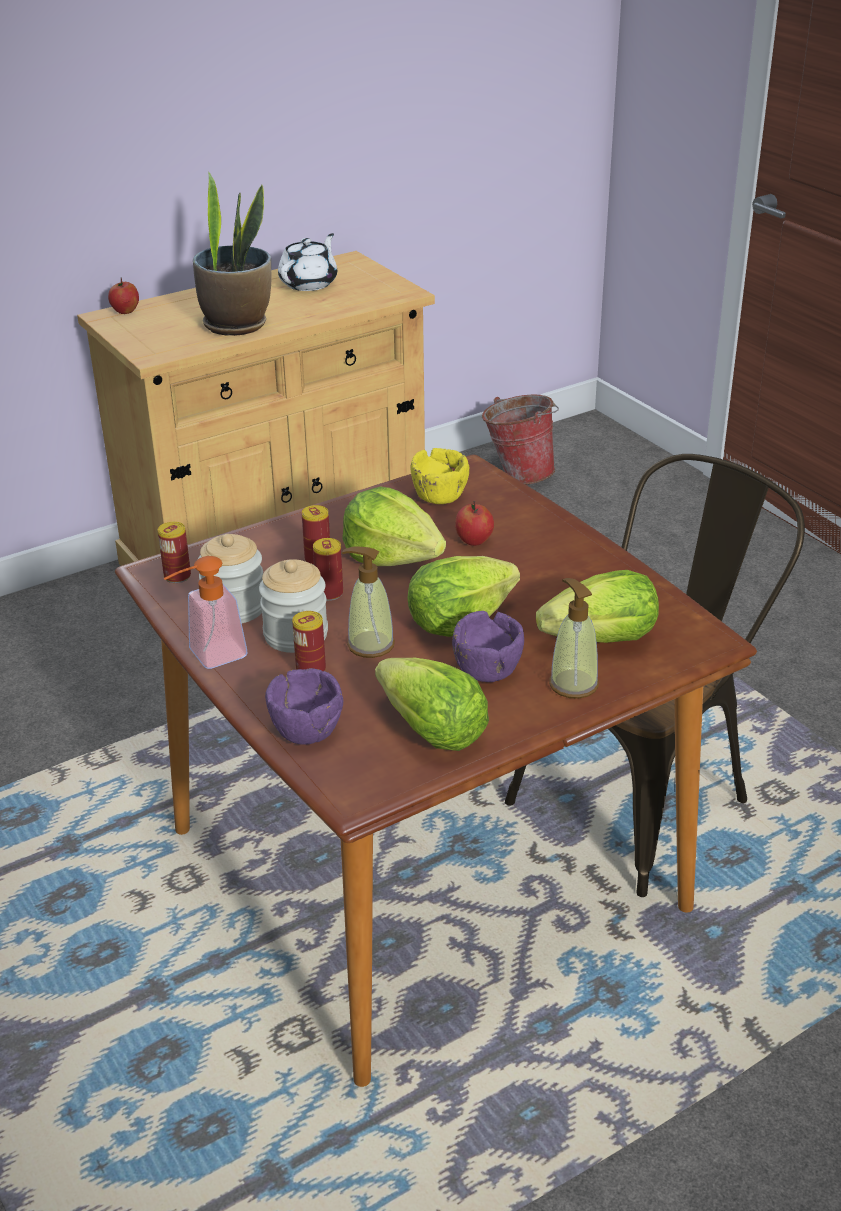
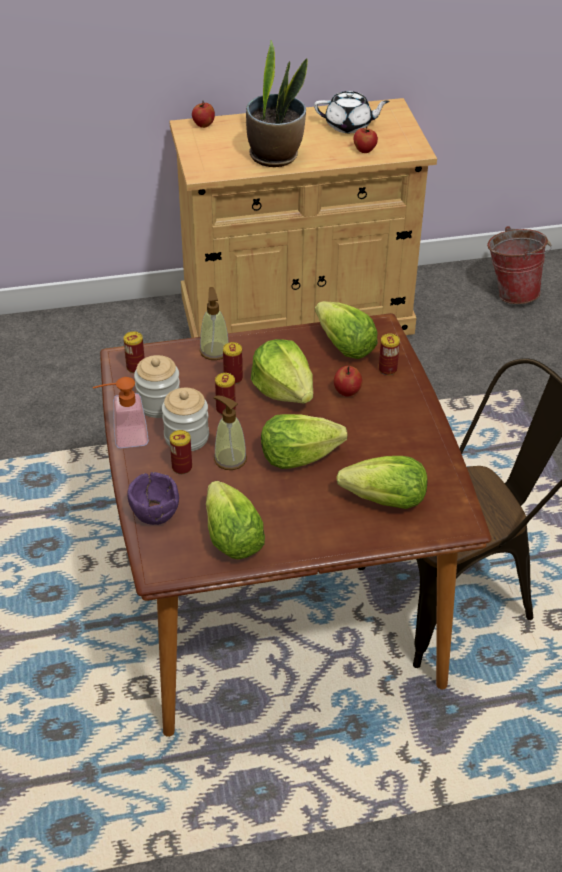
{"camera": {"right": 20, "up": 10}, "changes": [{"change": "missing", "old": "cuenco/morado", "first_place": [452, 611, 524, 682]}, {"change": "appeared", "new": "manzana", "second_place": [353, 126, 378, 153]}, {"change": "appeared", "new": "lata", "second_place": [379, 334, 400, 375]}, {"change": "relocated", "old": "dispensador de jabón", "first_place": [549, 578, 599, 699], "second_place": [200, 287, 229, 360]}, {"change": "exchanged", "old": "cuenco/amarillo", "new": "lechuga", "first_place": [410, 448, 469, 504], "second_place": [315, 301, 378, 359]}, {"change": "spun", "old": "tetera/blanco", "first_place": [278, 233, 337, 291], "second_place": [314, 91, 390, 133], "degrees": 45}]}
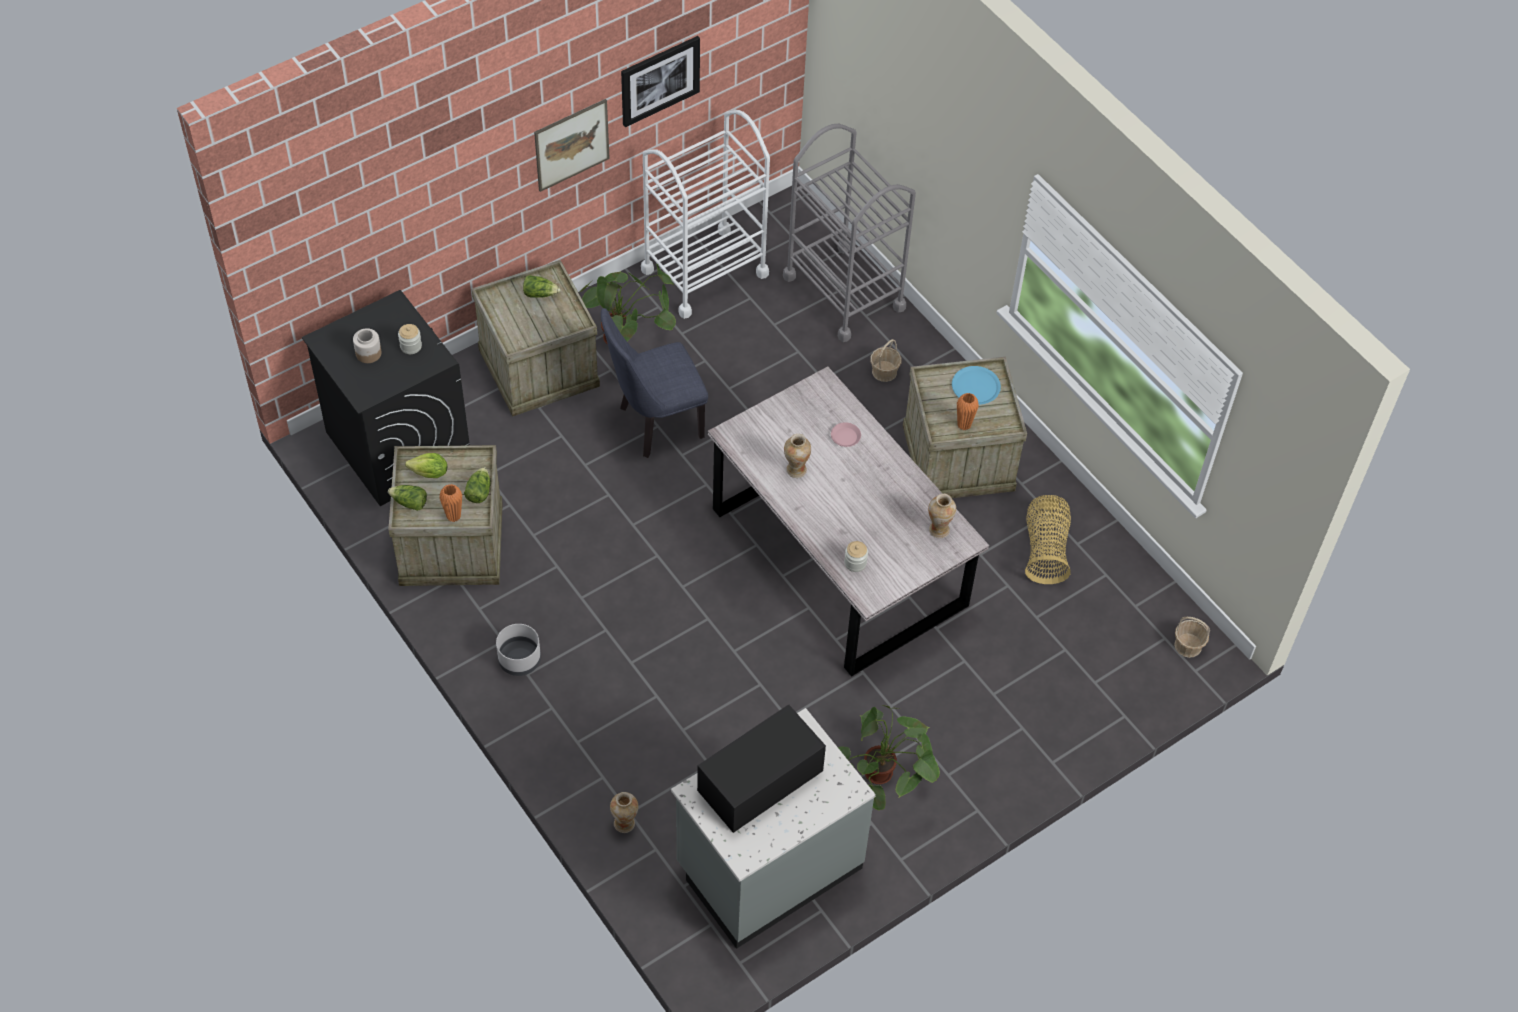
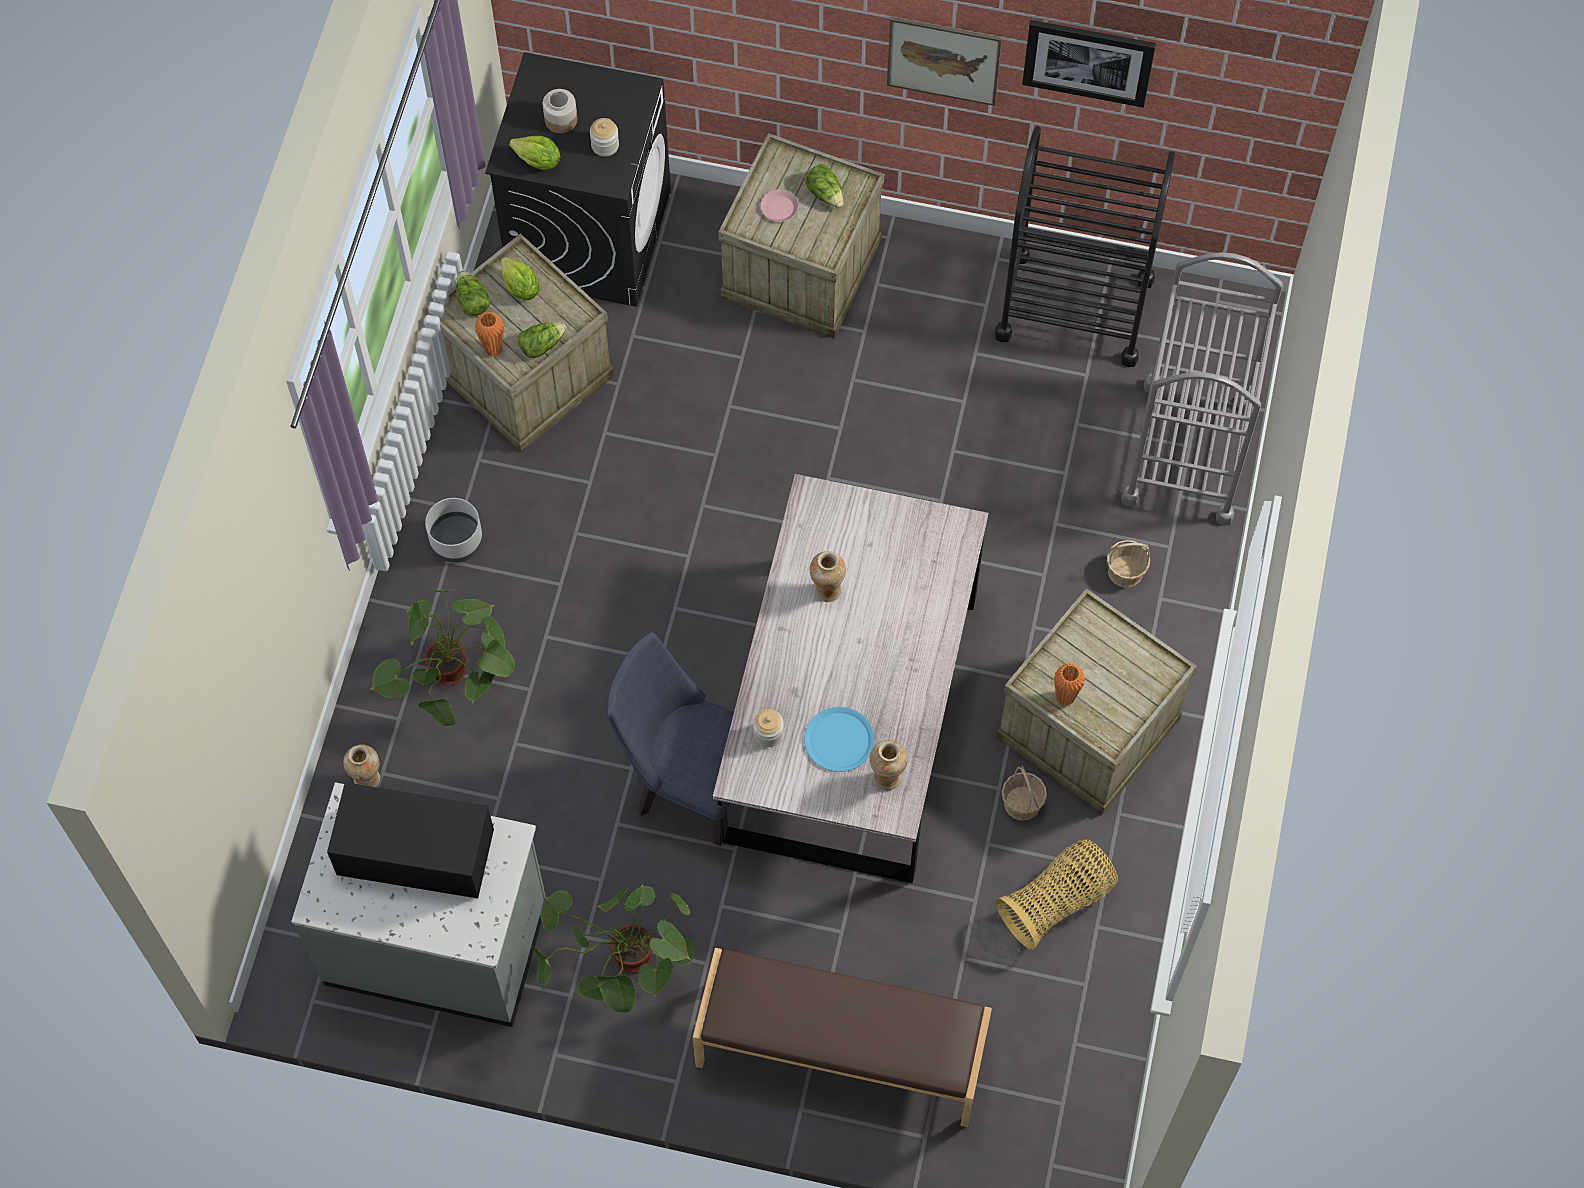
{"camera": {"right": 50, "up": 10}, "changes": [{"change": "appeared", "new": "lechuga", "second_place": [509, 136, 561, 170]}, {"change": "appeared", "new": "banco/marrón", "second_place": [693, 948, 992, 1127]}, {"change": "relocated", "old": "planta en maceta", "first_place": [579, 264, 676, 345], "second_place": [370, 589, 515, 727]}, {"change": "relocated", "old": "silla/azul", "first_place": [601, 308, 708, 458], "second_place": [606, 632, 734, 846]}, {"change": "relocated", "old": "plato/rosa", "first_place": [831, 422, 861, 447], "second_place": [760, 189, 799, 222]}, {"change": "relocated", "old": "plato/azul", "first_place": [952, 366, 1001, 405], "second_place": [804, 707, 874, 772]}, {"change": "relocated", "old": "cesta", "first_place": [1174, 617, 1210, 658], "second_place": [1002, 766, 1047, 821]}, {"change": "colour", "old": "carrito/blanco", "new": "carrito/negro", "first_place": [641, 110, 770, 319], "second_place": [995, 126, 1175, 367]}]}
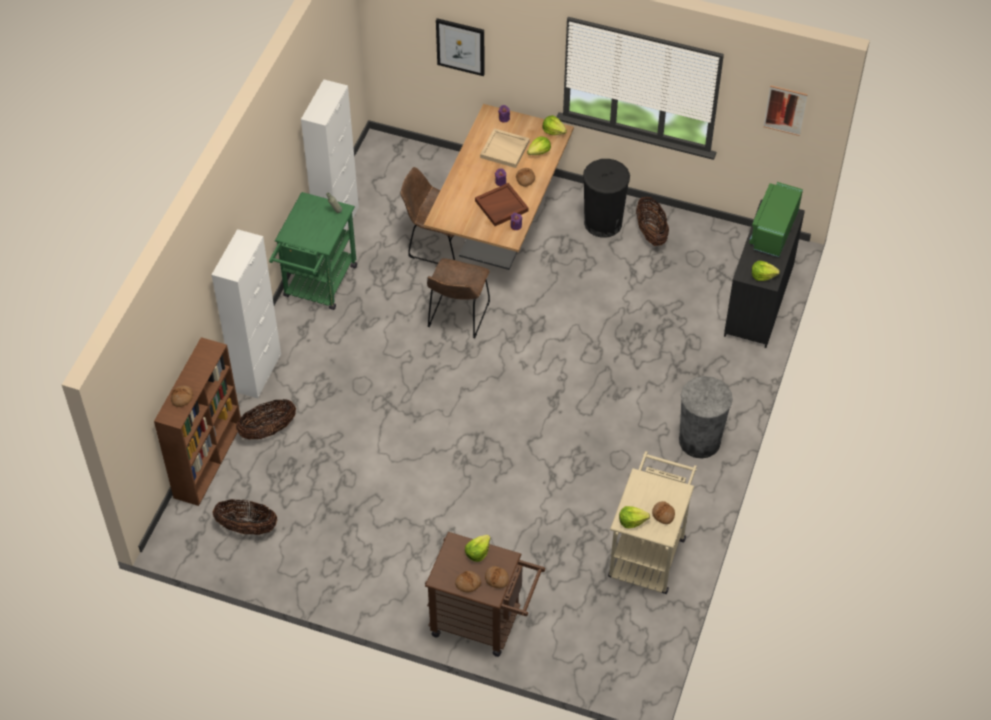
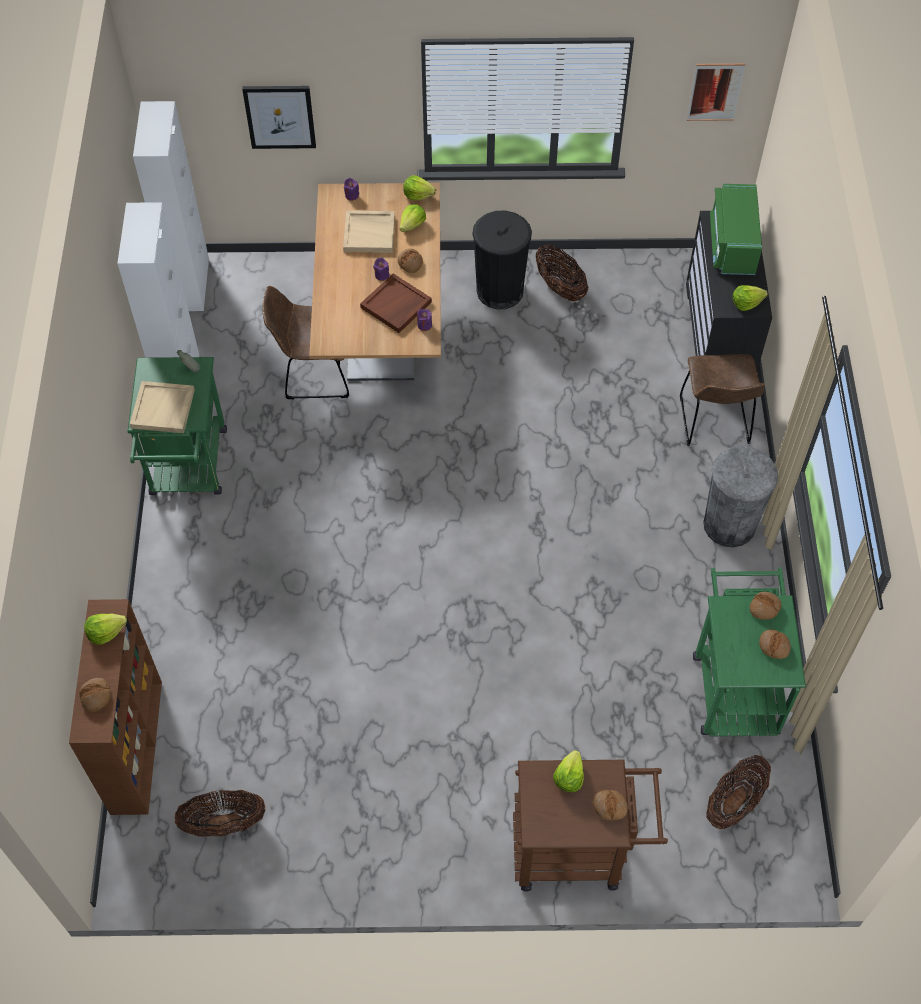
{"camera": {"right": -20, "up": 5}, "changes": [{"change": "appeared", "new": "bandeja/beis", "second_place": [130, 381, 195, 433]}, {"change": "relocated", "old": "armario/blanco", "first_place": [212, 229, 281, 398], "second_place": [133, 101, 209, 311]}, {"change": "relocated", "old": "cesta", "first_place": [236, 399, 296, 440], "second_place": [706, 755, 771, 829]}, {"change": "relocated", "old": "silla/marrón", "first_place": [427, 258, 490, 338], "second_place": [680, 354, 765, 446]}, {"change": "relocated", "old": "pan", "first_place": [455, 571, 481, 593], "second_place": [749, 592, 781, 620]}, {"change": "relocated", "old": "lechuga", "first_place": [619, 506, 650, 528], "second_place": [84, 614, 127, 645]}, {"change": "colour", "old": "carrito/beis", "new": "carrito/verde", "first_place": [608, 451, 697, 594], "second_place": [693, 567, 806, 737]}]}
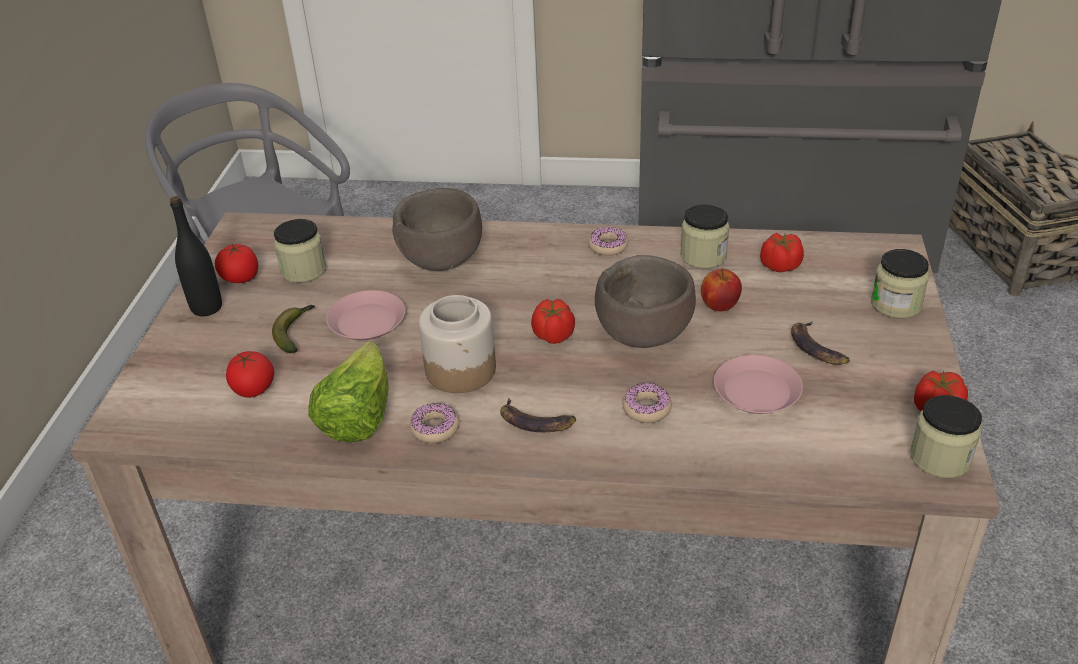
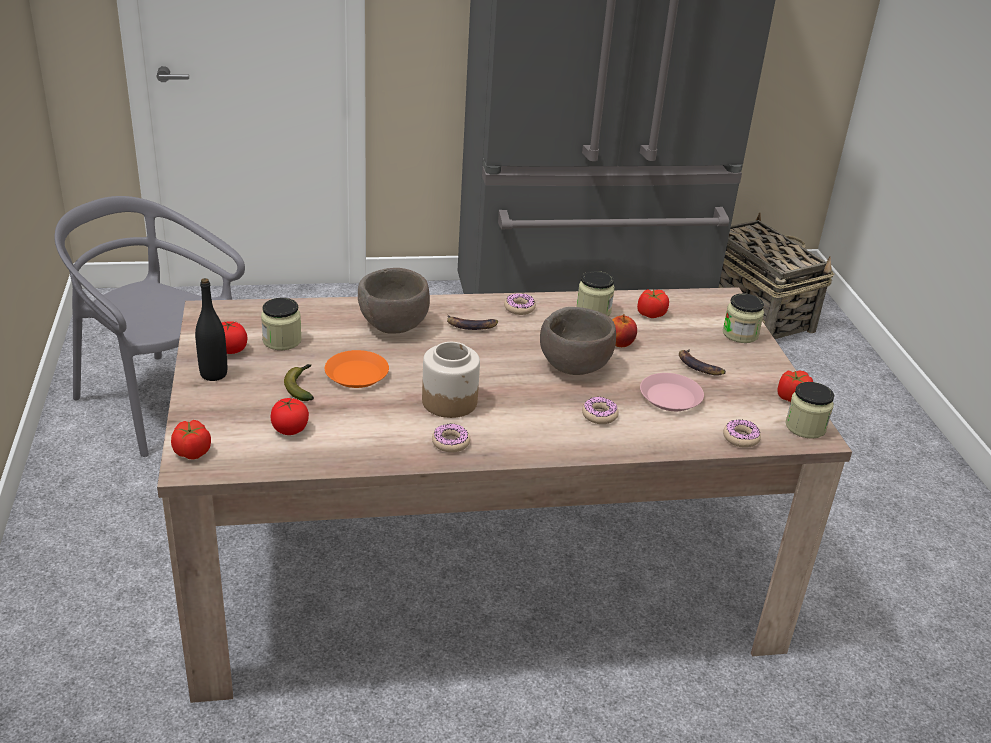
{"camera": {"right": -20, "up": -5}, "changes": [{"change": "missing", "old": "lechuga", "first_place": [308, 341, 389, 442]}, {"change": "appeared", "new": "rosquilla", "second_place": [723, 419, 761, 448]}, {"change": "relocated", "old": "plátano", "first_place": [500, 397, 576, 432], "second_place": [447, 315, 498, 330]}, {"change": "relocated", "old": "tomate", "first_place": [531, 299, 575, 344], "second_place": [171, 420, 211, 460]}, {"change": "colour", "old": "plato/rosa", "new": "plato/naranja", "first_place": [326, 290, 405, 340], "second_place": [325, 350, 389, 388]}]}
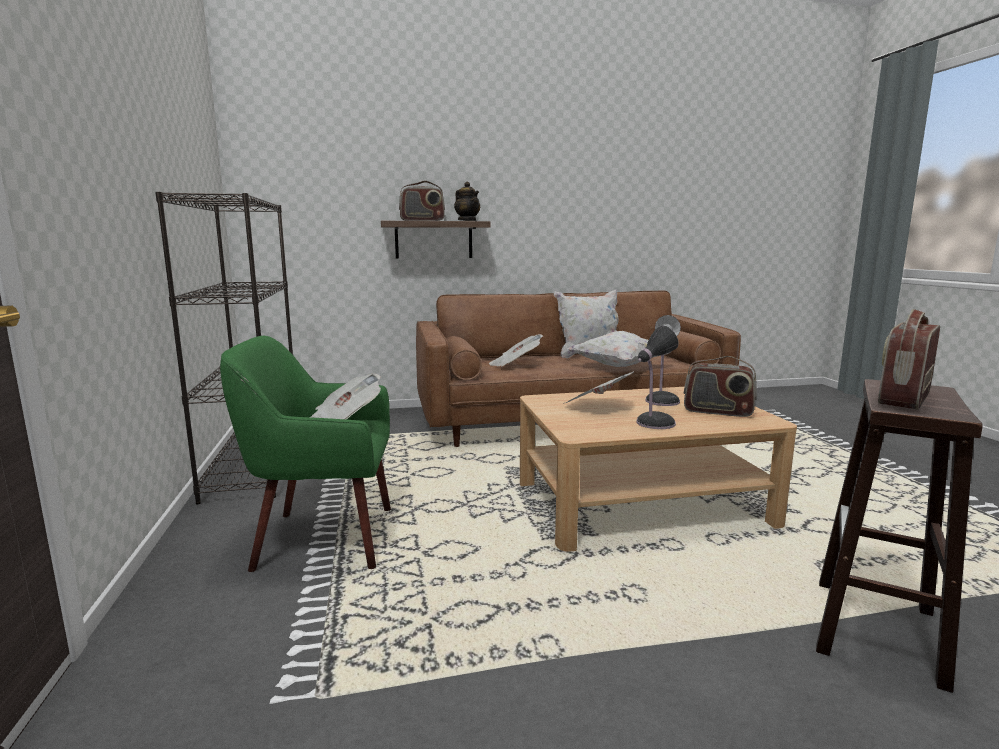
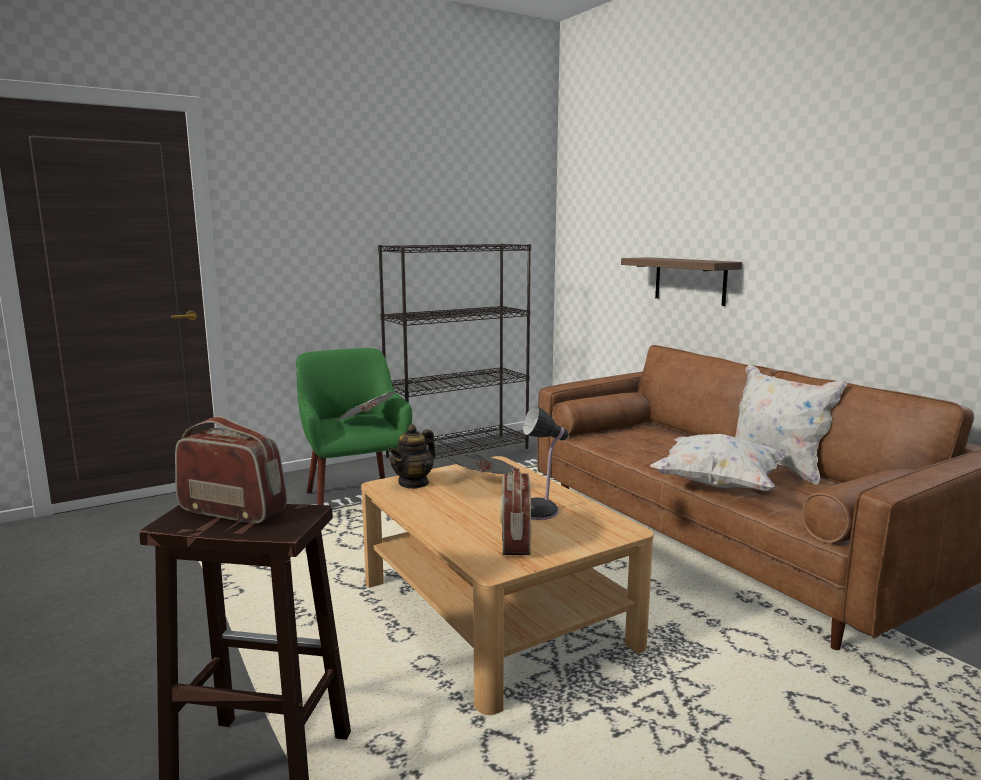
{"camera": {"right": 70, "up": 0}, "changes": [{"change": "missing", "old": "radio", "first_place": [399, 180, 445, 221]}, {"change": "missing", "old": "periódico", "first_place": [489, 334, 543, 367]}, {"change": "missing", "old": "lámpara de mesa", "first_place": [636, 325, 679, 429]}, {"change": "relocated", "old": "tetera", "first_place": [454, 182, 480, 221], "second_place": [388, 424, 436, 489]}]}
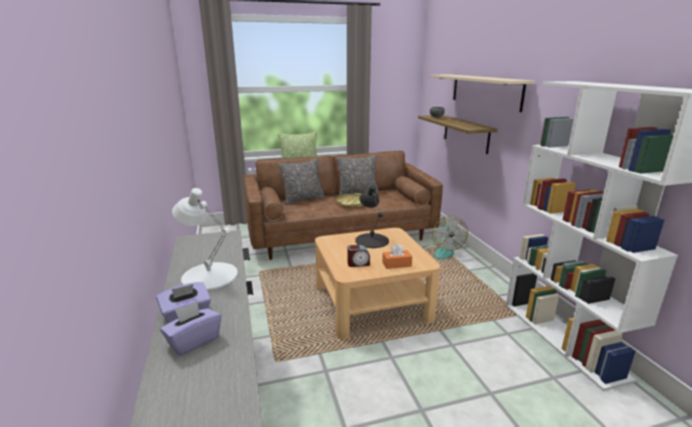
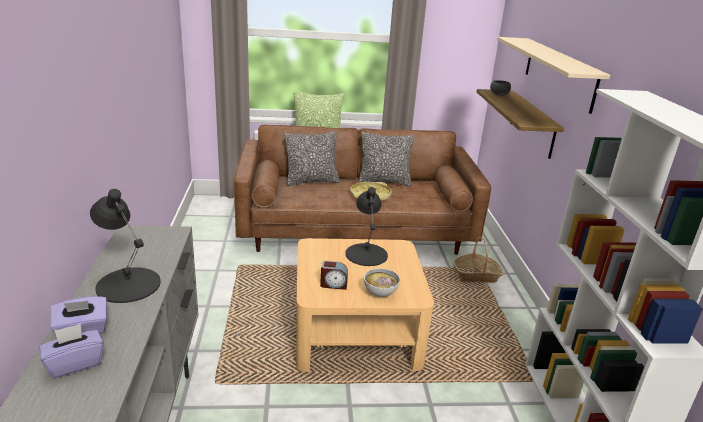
{"camera": {"right": 10, "up": 5}, "changes": [{"change": "exchanged", "old": "caja de pañuelos/naranja", "new": "cuenco", "first_place": [382, 243, 412, 269], "second_place": [364, 268, 400, 297]}, {"change": "exchanged", "old": "ventilador", "new": "cesta", "first_place": [423, 216, 468, 259], "second_place": [453, 237, 504, 283]}, {"change": "colour", "old": "lámpara de mesa/blanco", "new": "lámpara de mesa/negro", "first_place": [172, 188, 238, 290], "second_place": [90, 189, 161, 303]}]}
